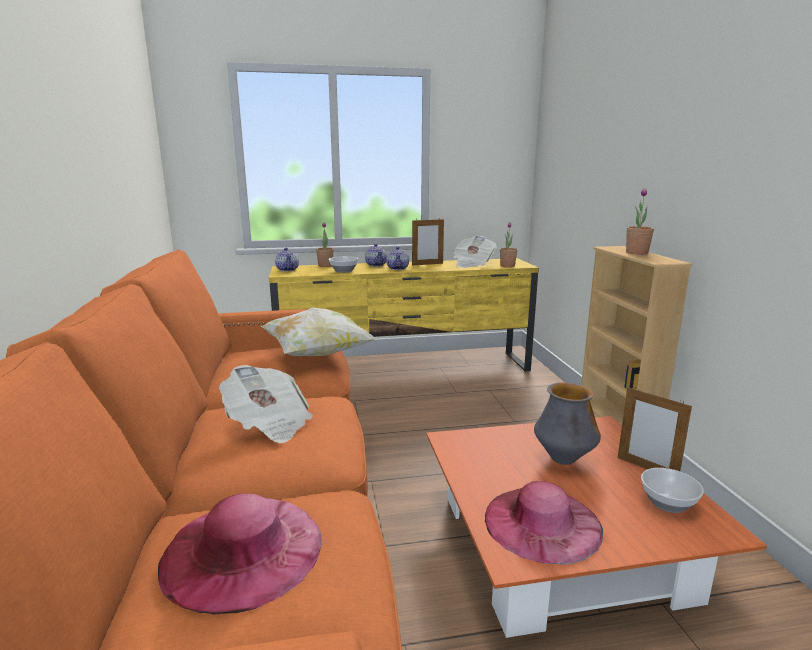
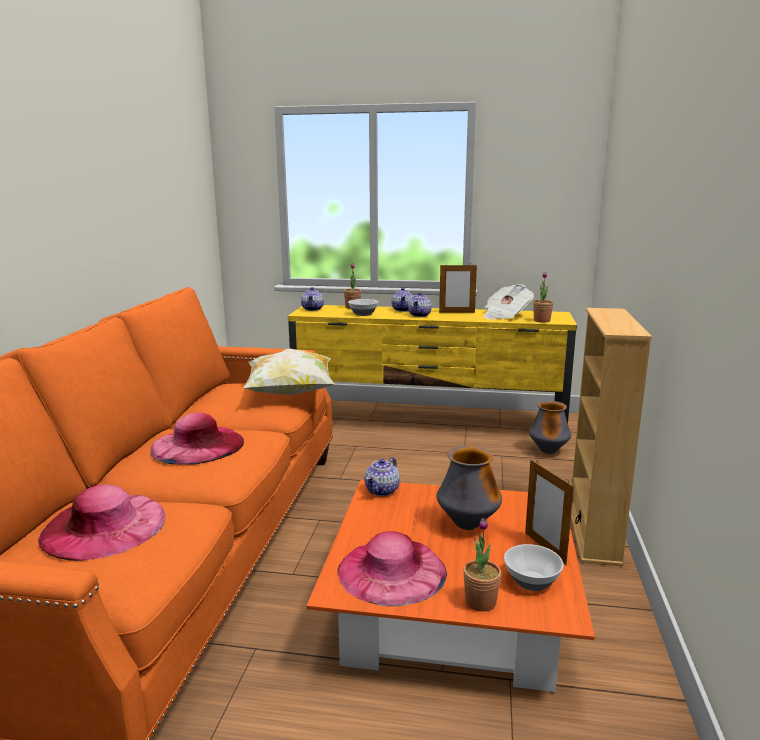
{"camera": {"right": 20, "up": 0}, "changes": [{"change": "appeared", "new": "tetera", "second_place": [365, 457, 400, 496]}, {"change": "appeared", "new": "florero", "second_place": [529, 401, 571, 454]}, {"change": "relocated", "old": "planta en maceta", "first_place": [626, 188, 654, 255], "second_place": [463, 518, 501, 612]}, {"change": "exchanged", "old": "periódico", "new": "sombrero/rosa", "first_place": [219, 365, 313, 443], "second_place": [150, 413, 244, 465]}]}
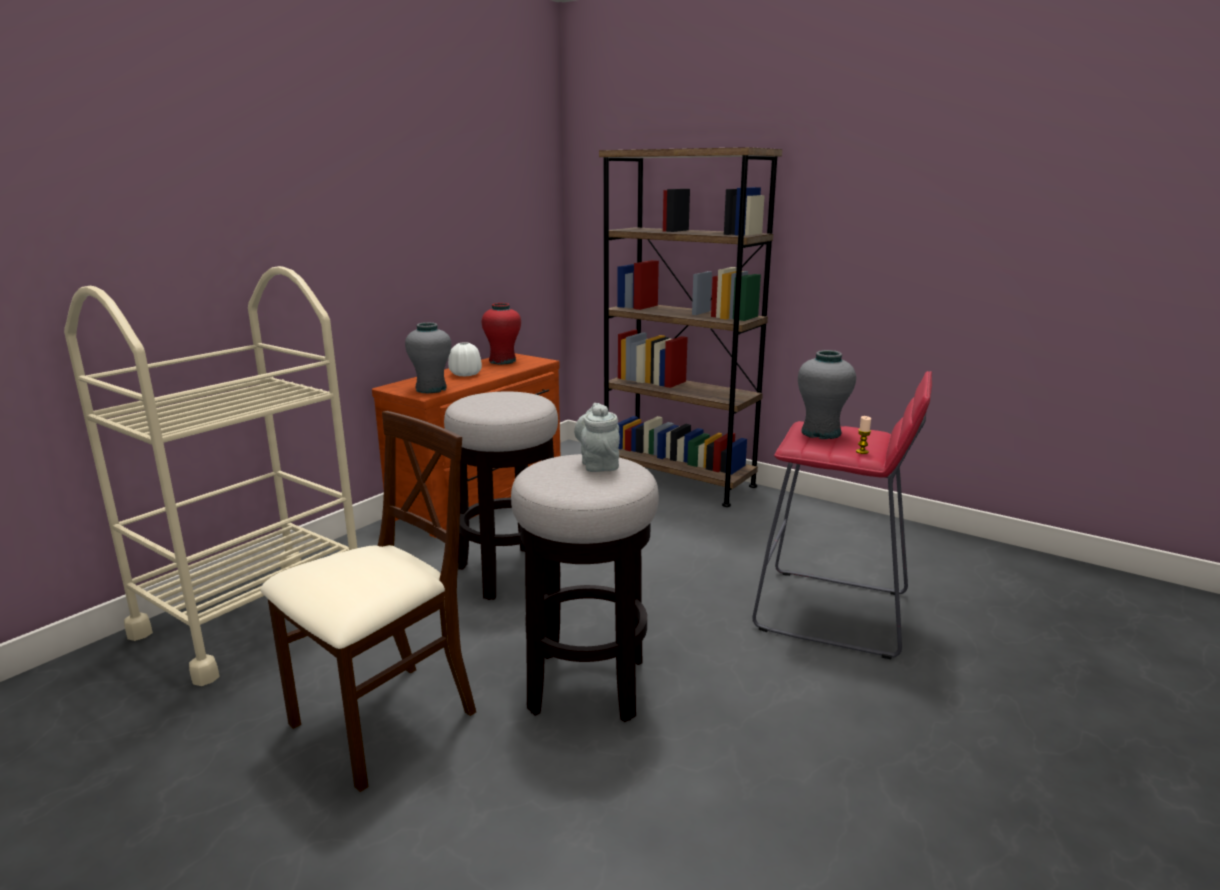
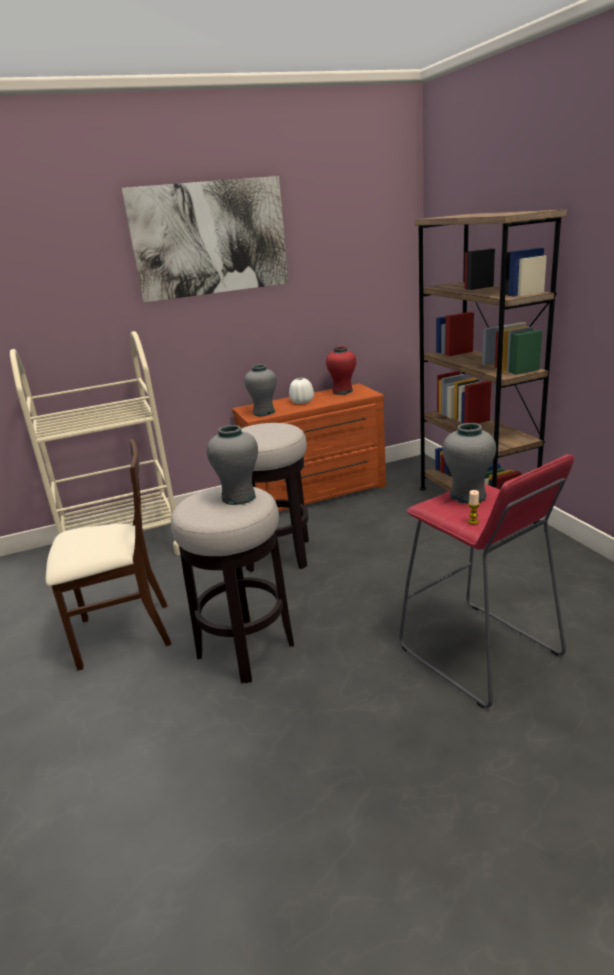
{"camera": {"right": 35, "up": 5}, "changes": [{"change": "appeared", "new": "cuadro", "second_place": [121, 176, 289, 303]}, {"change": "exchanged", "old": "tetera/gris", "new": "florero/gris", "first_place": [574, 403, 620, 472], "second_place": [207, 425, 258, 505]}]}
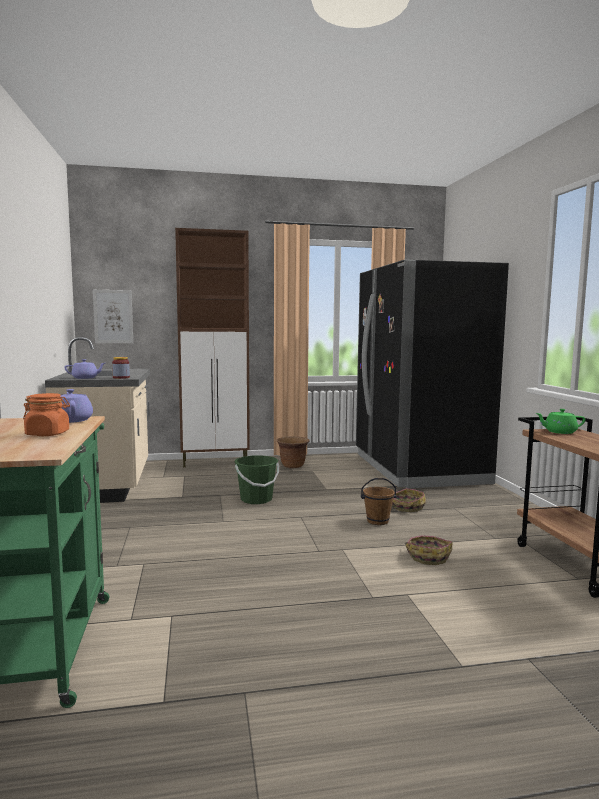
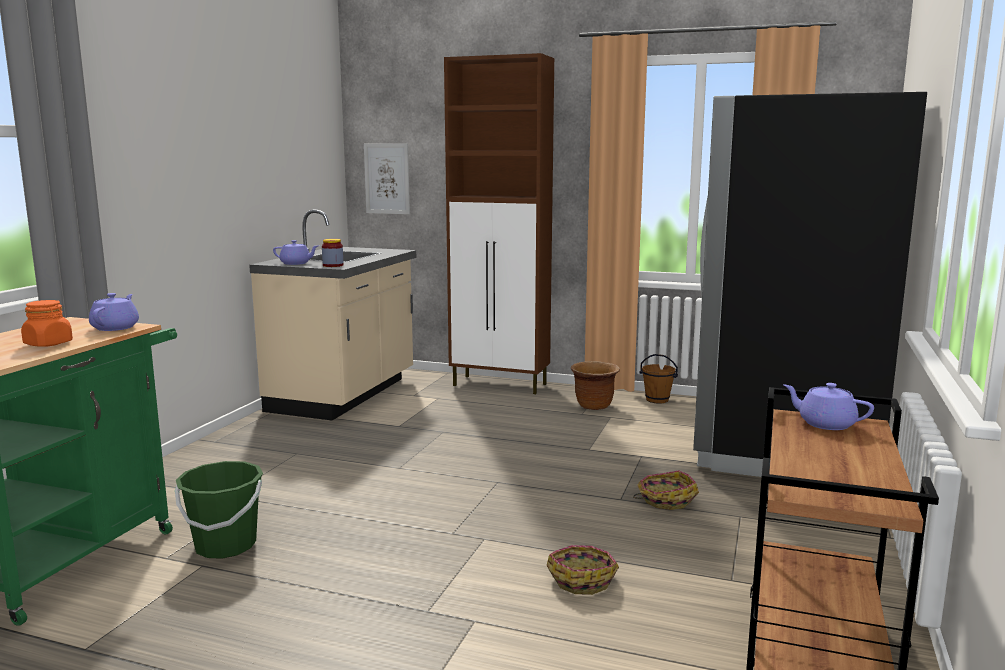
{"camera": {"right": 30, "up": 5}, "changes": [{"change": "relocated", "old": "cubo/verde", "first_place": [234, 455, 279, 504], "second_place": [175, 461, 263, 559]}, {"change": "relocated", "old": "cubo/marrón", "first_place": [361, 478, 397, 525], "second_place": [640, 354, 678, 404]}, {"change": "colour", "old": "tetera/verde", "new": "tetera/morado", "first_place": [535, 409, 586, 434], "second_place": [783, 383, 874, 430]}]}
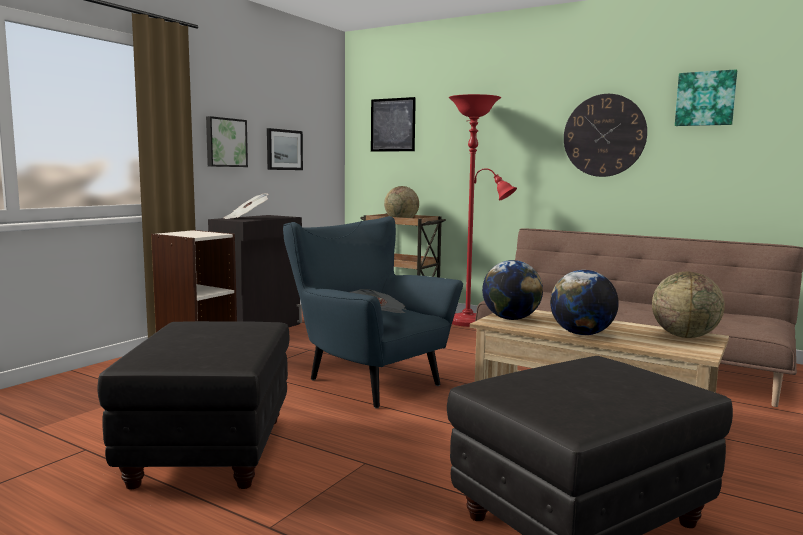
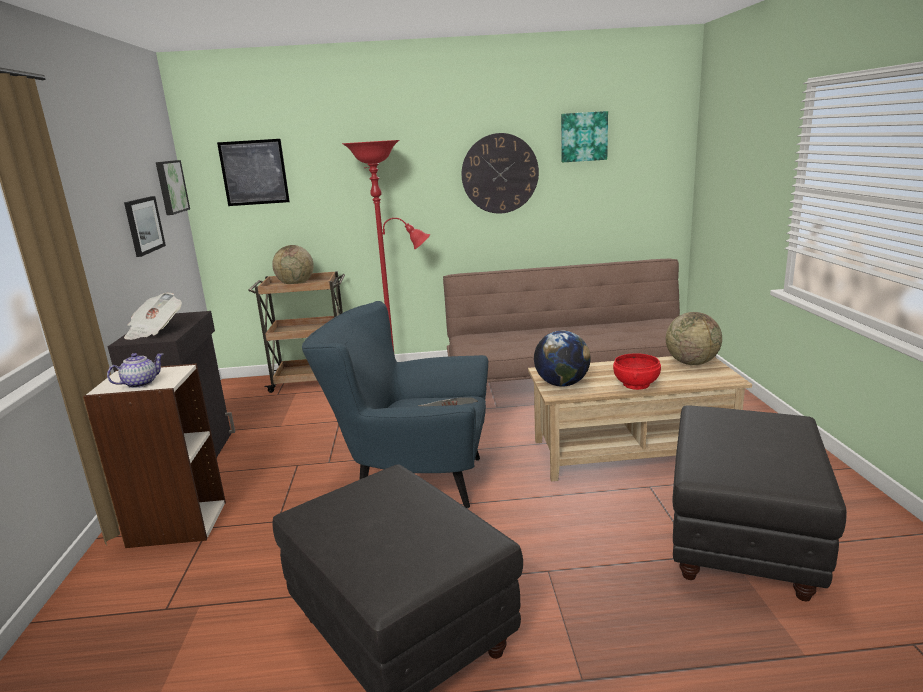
{"camera": {"right": -35, "up": 10}, "changes": [{"change": "appeared", "new": "tetera", "second_place": [107, 353, 163, 388]}, {"change": "relocated", "old": "cuadro", "first_place": [206, 116, 248, 167], "second_place": [156, 160, 190, 215]}, {"change": "exchanged", "old": "globo terráqueo", "new": "cuenco/rojo", "first_place": [550, 270, 619, 335], "second_place": [613, 353, 661, 390]}]}
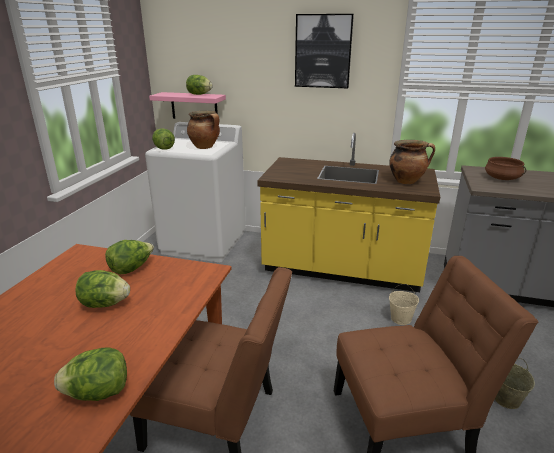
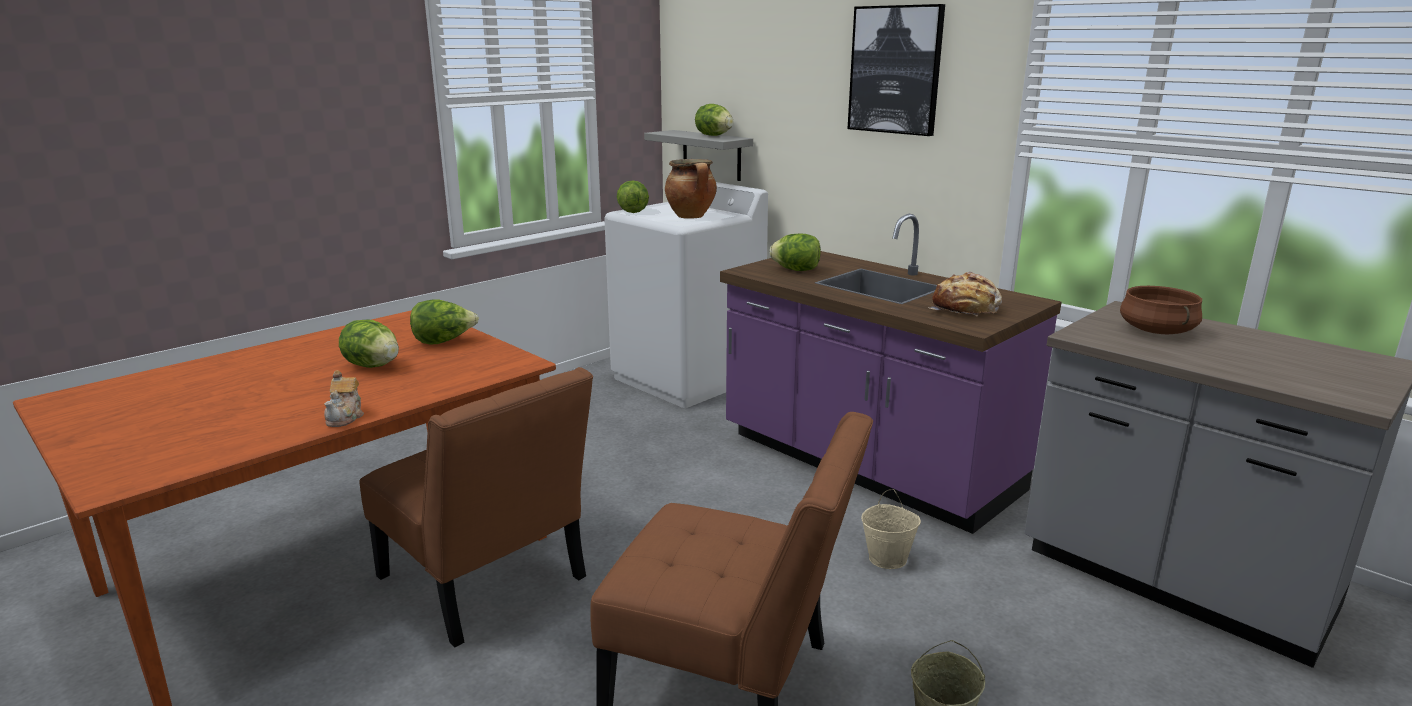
{"camera": {"right": 30, "up": -5}, "changes": [{"change": "appeared", "new": "tetera", "second_place": [324, 370, 364, 427]}, {"change": "relocated", "old": "lechuga", "first_place": [54, 348, 127, 401], "second_place": [770, 234, 821, 271]}, {"change": "exchanged", "old": "olla", "new": "pan", "first_place": [389, 140, 435, 184], "second_place": [930, 272, 1002, 316]}, {"change": "colour", "old": "estante/rosa", "new": "estante/gris", "first_place": [149, 92, 226, 119], "second_place": [644, 130, 753, 181]}, {"change": "colour", "old": "mueble bajo de cocina/amarillo", "new": "mueble bajo de cocina/morado", "first_place": [257, 133, 440, 292], "second_place": [720, 214, 1062, 534]}]}
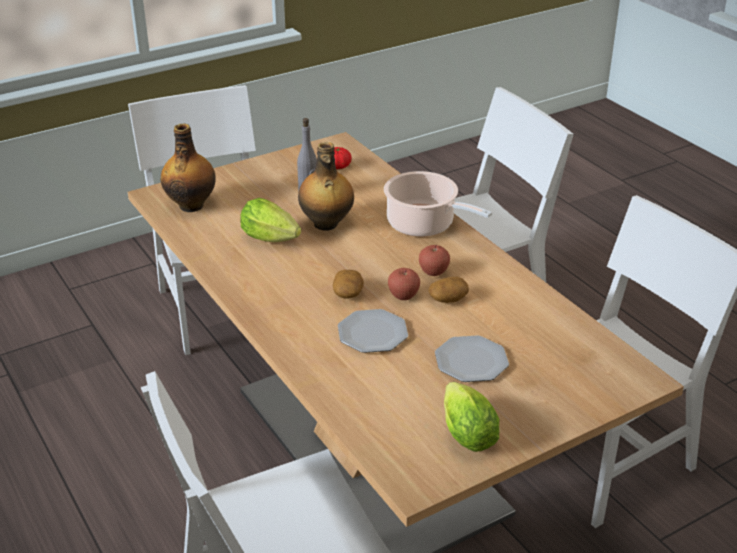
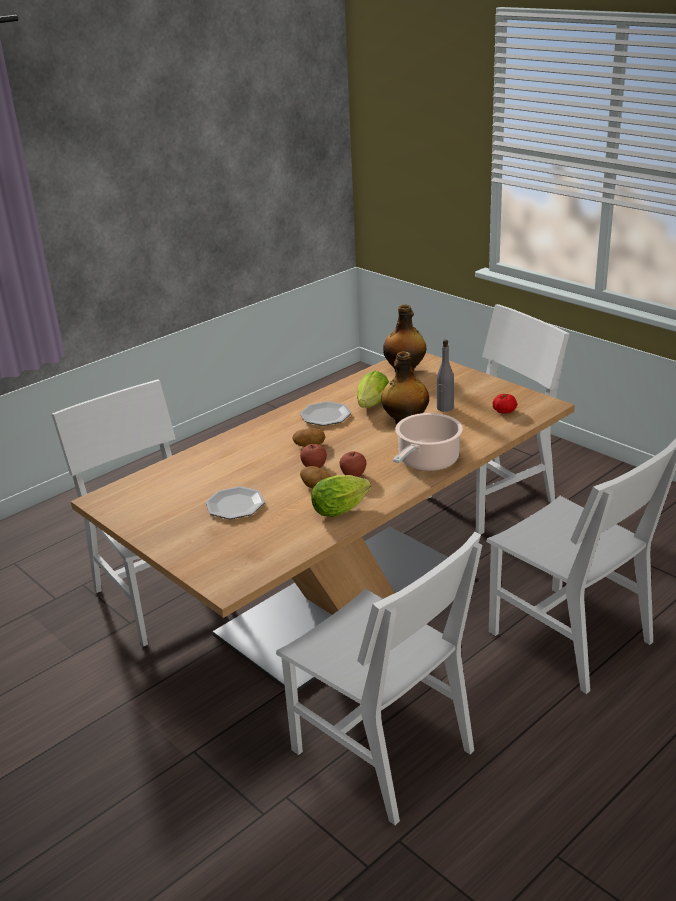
{"camera": {"right": 80, "up": -5}, "changes": [{"change": "relocated", "old": "plato", "first_place": [338, 309, 408, 353], "second_place": [300, 401, 351, 426]}, {"change": "relocated", "old": "lechuga", "first_place": [444, 382, 499, 452], "second_place": [311, 475, 371, 517]}]}
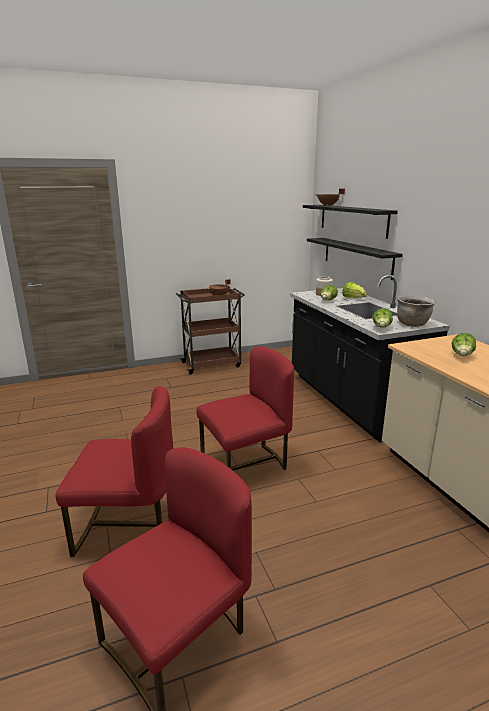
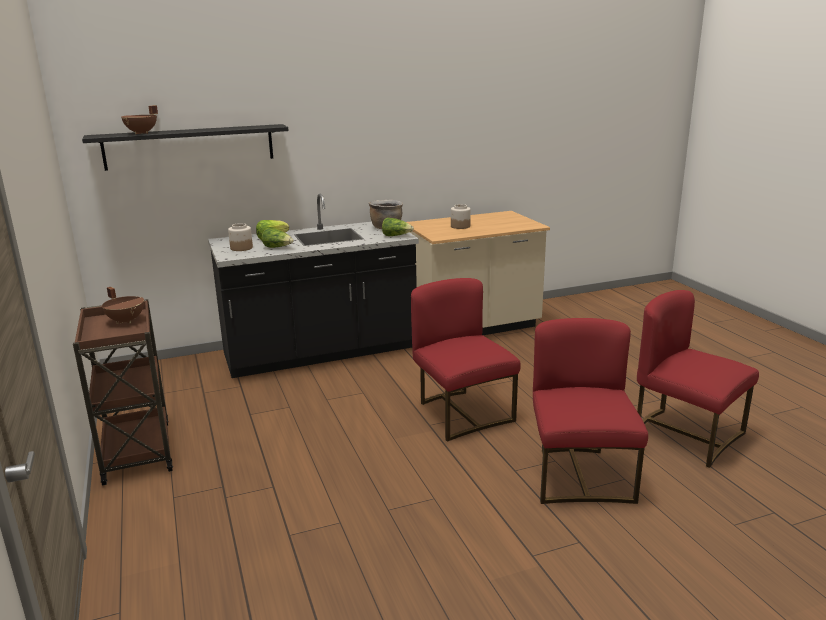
{"camera": {"right": -90, "up": 0}, "changes": [{"change": "missing", "old": "estante/negro", "first_place": [307, 238, 403, 280]}, {"change": "exchanged", "old": "lechuga", "new": "tarro", "first_place": [452, 333, 476, 356], "second_place": [451, 204, 471, 229]}]}
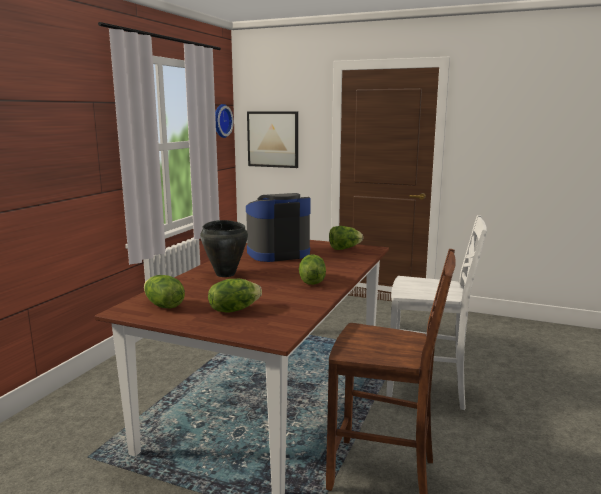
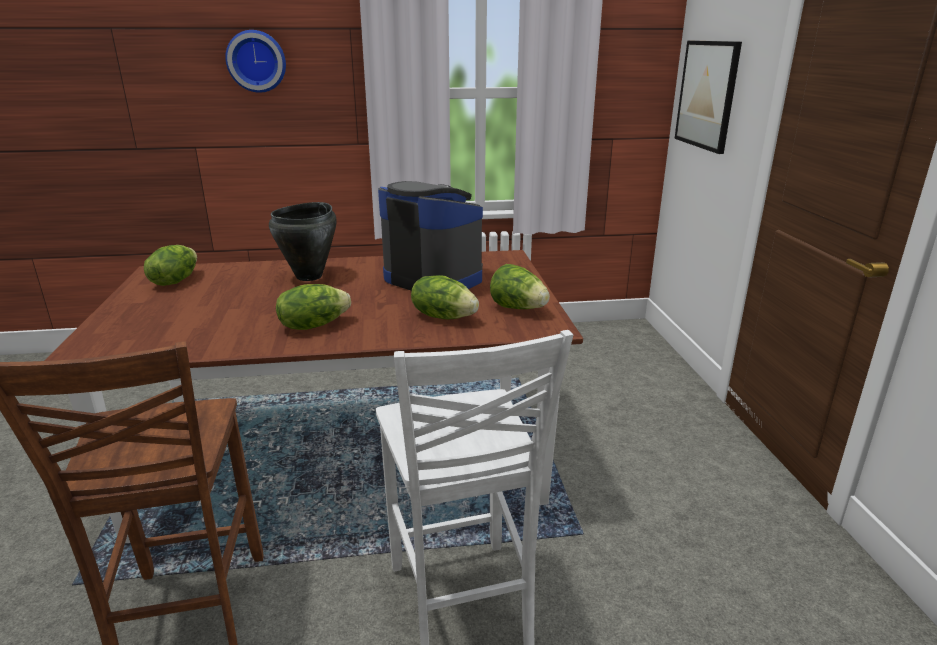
{"camera": {"right": 60, "up": 10}, "changes": [{"change": "relocated", "old": "lechuga", "first_place": [208, 279, 262, 312], "second_place": [411, 275, 479, 320]}, {"change": "relocated", "old": "reloj de pared", "first_place": [215, 104, 234, 138], "second_place": [225, 30, 286, 93]}]}
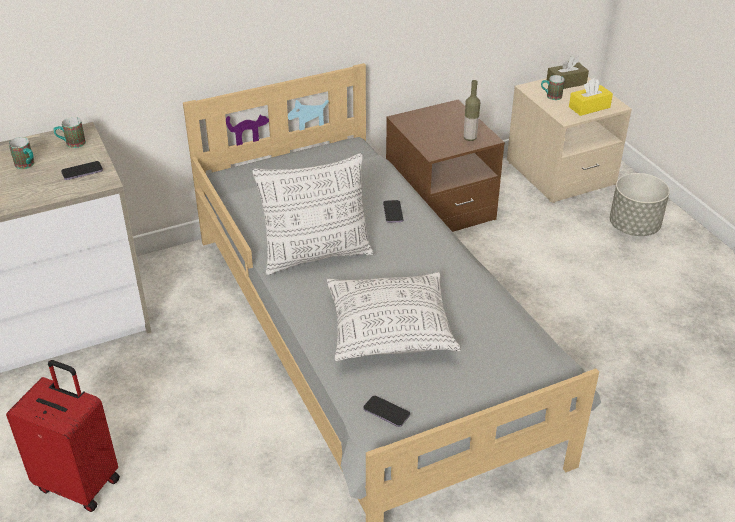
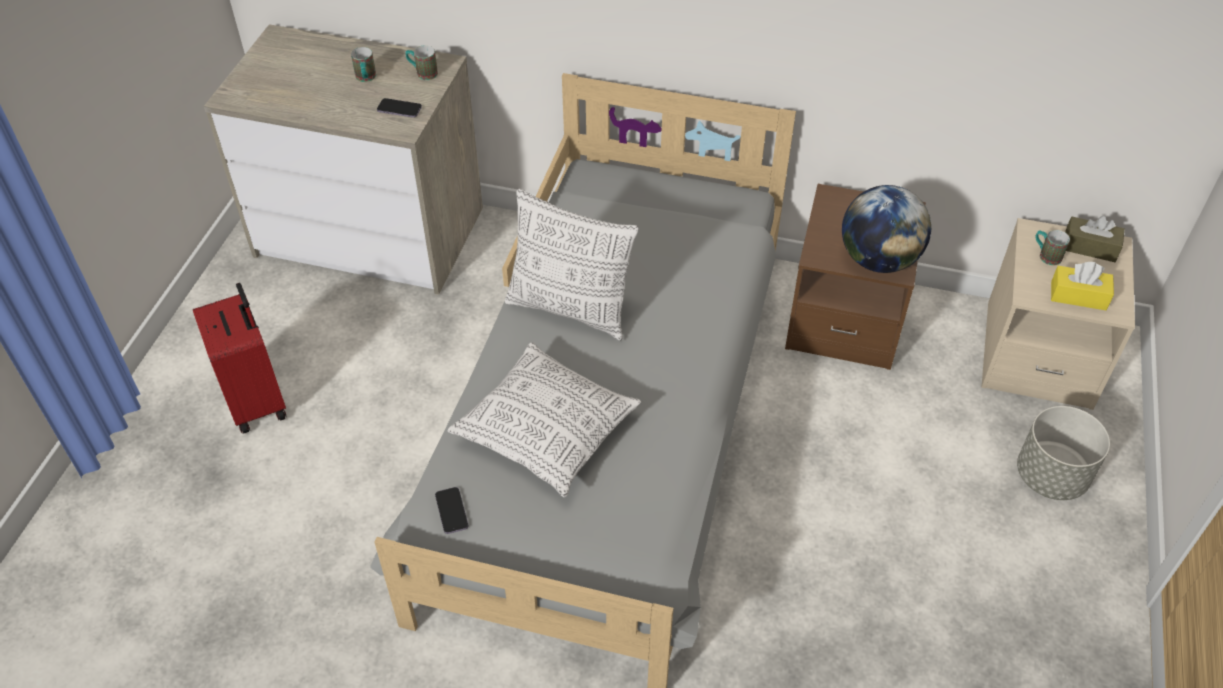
{"camera": {"right": 40, "up": 10}, "changes": [{"change": "missing", "old": "móvil", "first_place": [383, 200, 403, 223]}, {"change": "exchanged", "old": "botella", "new": "globo terráqueo", "first_place": [464, 80, 480, 141], "second_place": [842, 185, 931, 273]}]}
